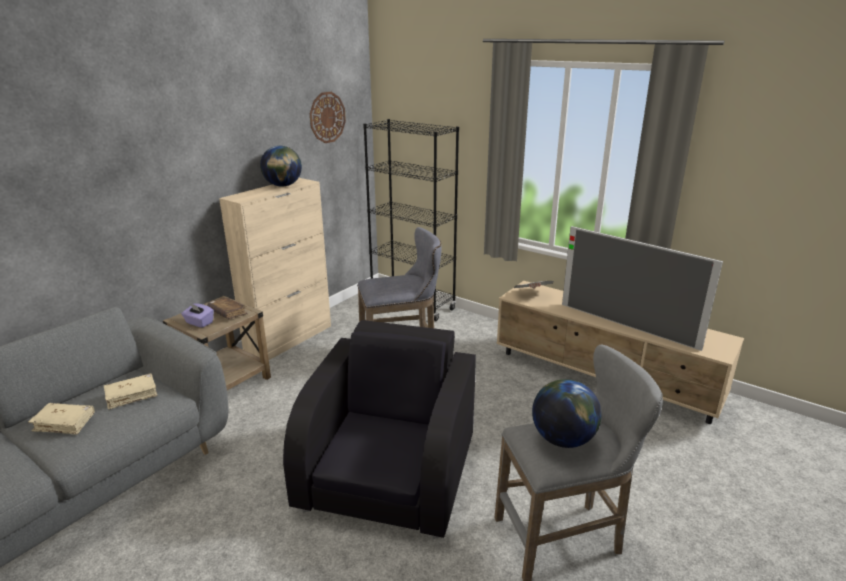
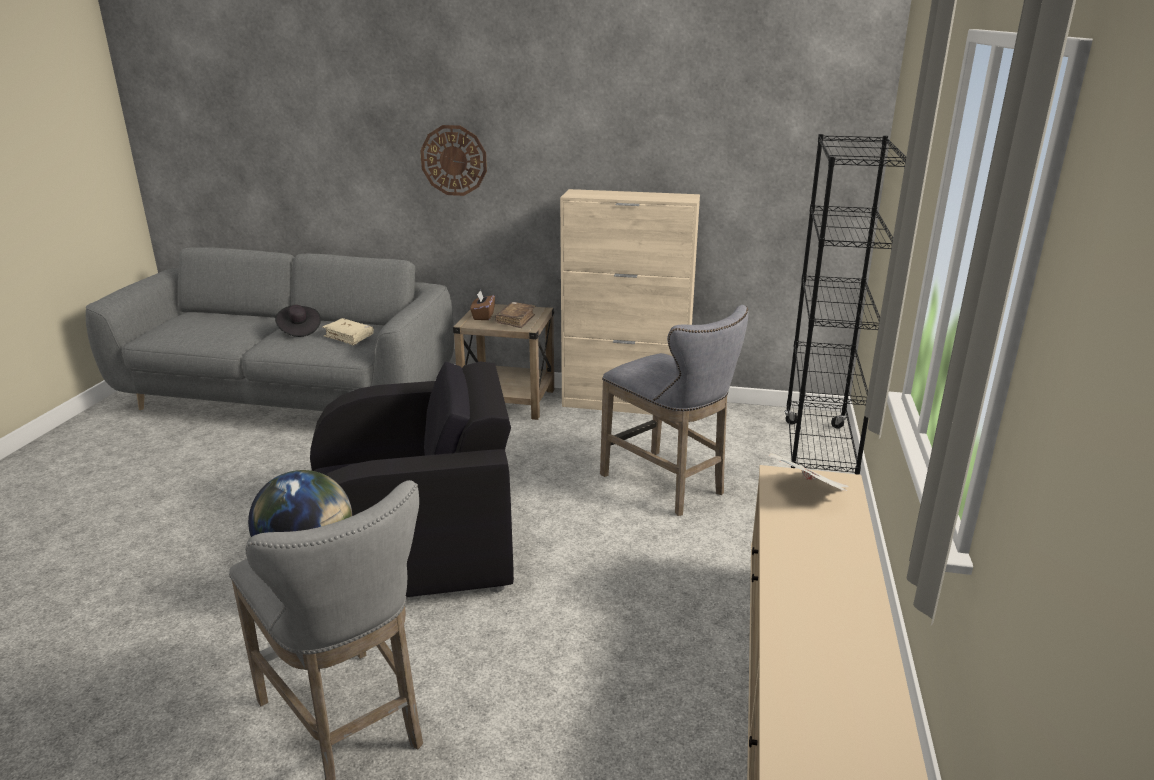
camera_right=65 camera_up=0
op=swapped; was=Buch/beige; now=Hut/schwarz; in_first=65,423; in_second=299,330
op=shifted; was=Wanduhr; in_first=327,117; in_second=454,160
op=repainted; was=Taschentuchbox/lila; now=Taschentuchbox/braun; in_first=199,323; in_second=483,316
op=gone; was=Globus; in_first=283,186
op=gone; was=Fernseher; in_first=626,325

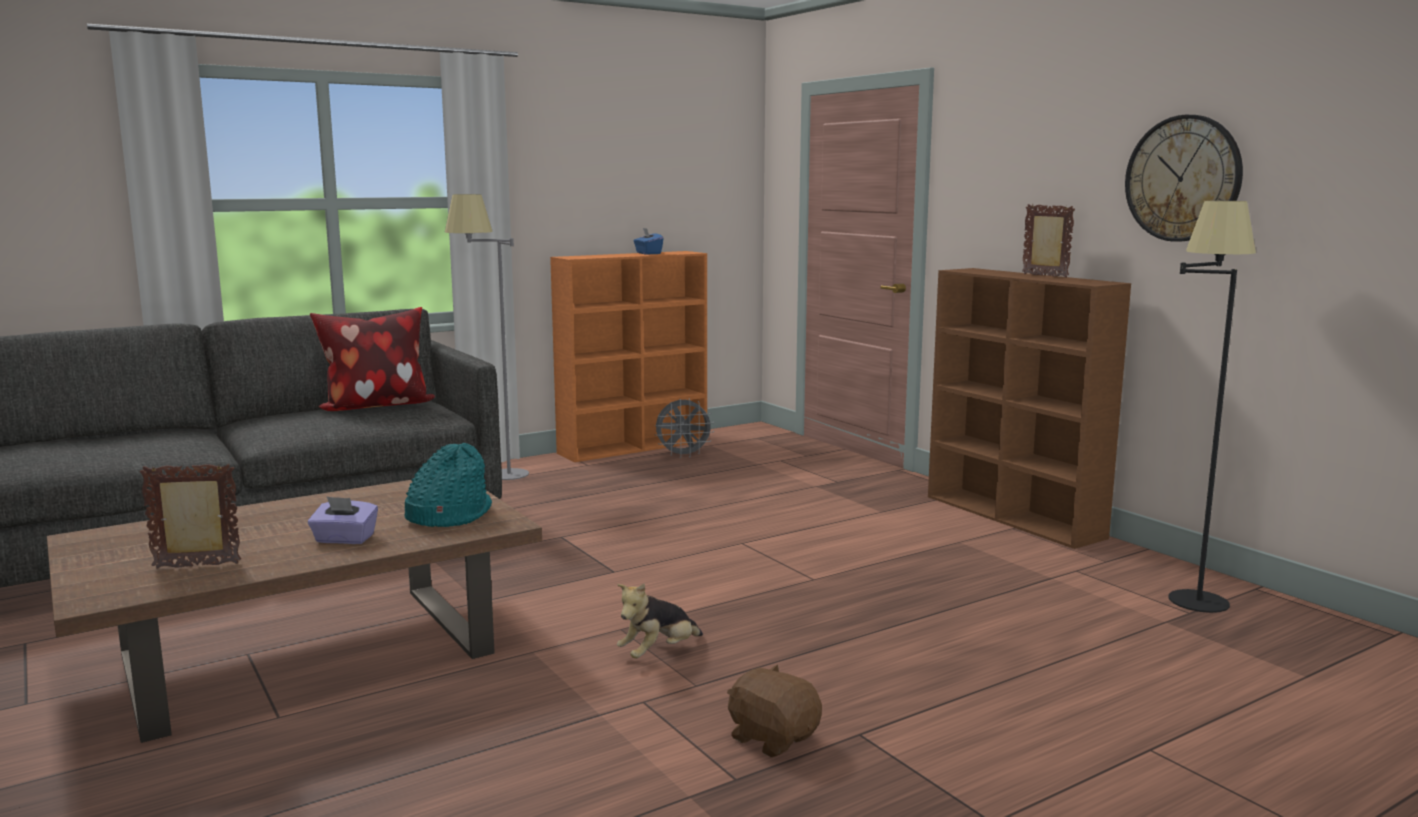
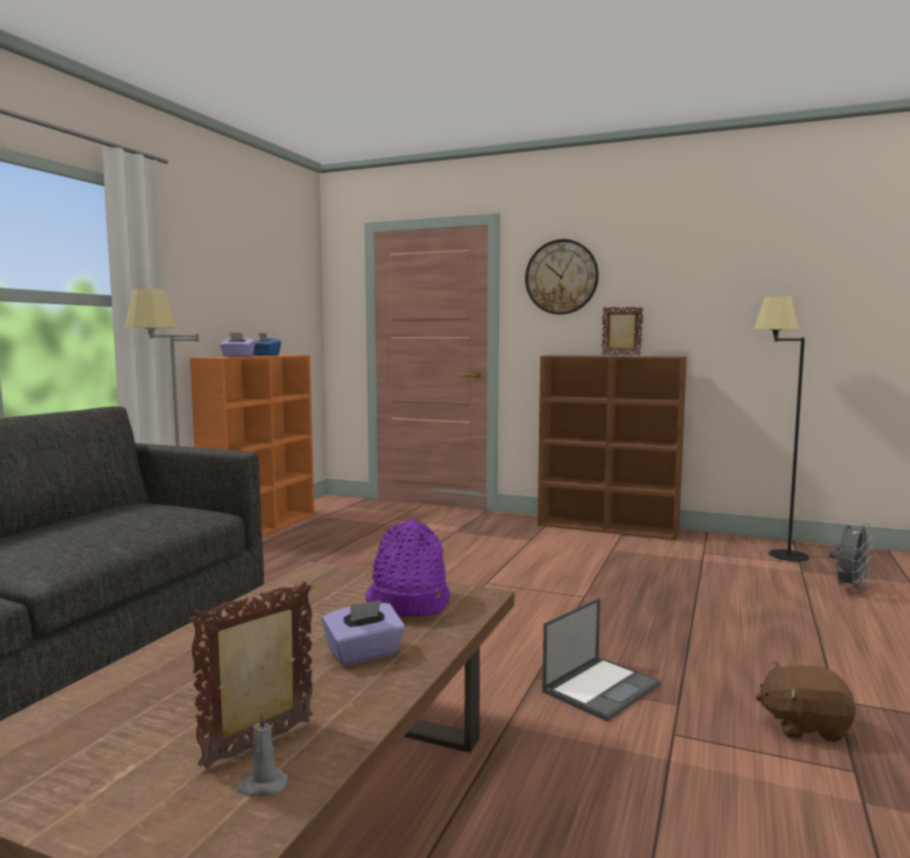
camera_right=-35 camera_up=-5
op=new; now=Taschentuchbox/lila; in_second=237,356
op=new; now=Kerze/grau; in_second=262,786
op=repainted; was=Hut/türkis; now=Hut/lila; in_first=448,515; in_second=407,602
op=shifted; was=Wanduhr; in_first=1183,178; in_second=561,277
op=swapped; was=Plüschtier; now=Laptop; in_first=658,653; in_second=601,687
op=shifted; was=Ventilator/grau; in_first=683,456; in_second=849,589
op=gone; was=Kissen; in_first=375,406

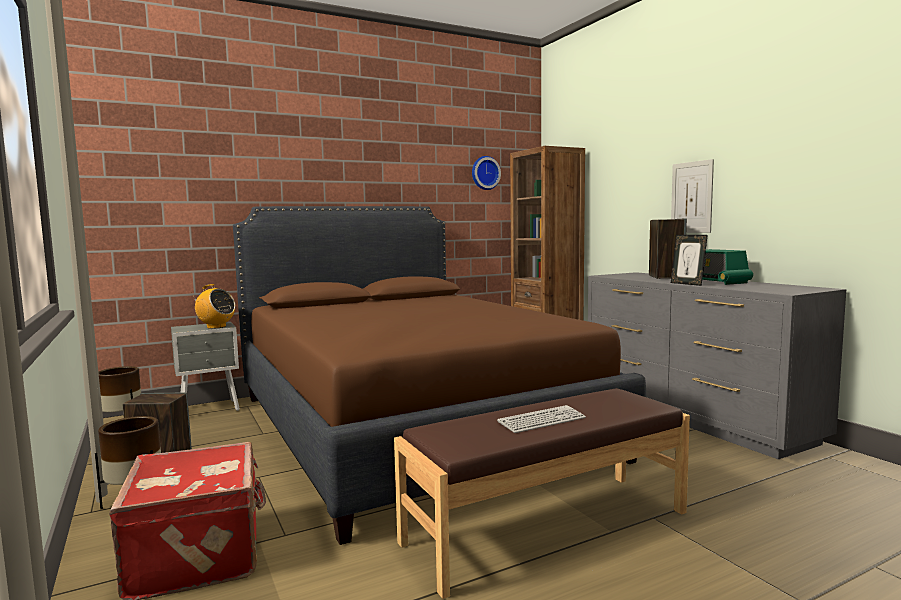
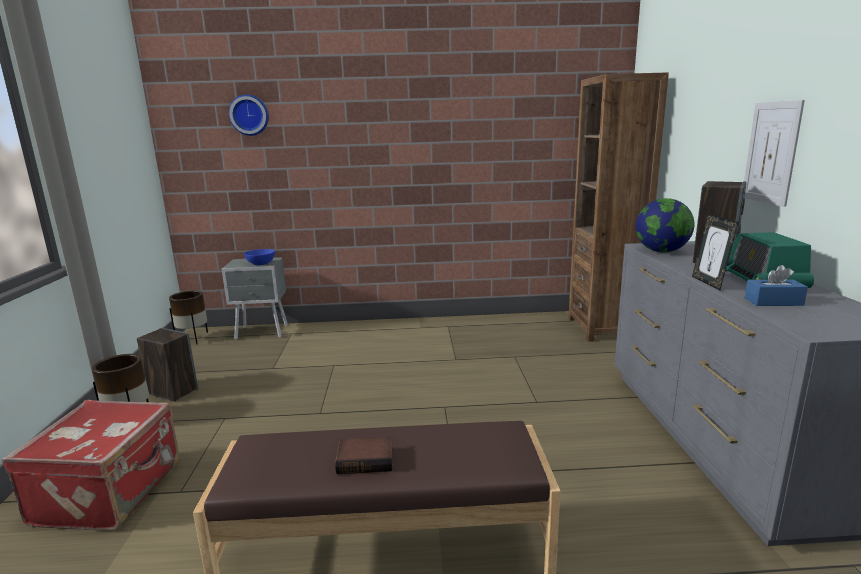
camera_right=25 camera_up=10
op=shifted; was=Wanduhr; in_first=484,173; in_second=249,115
op=swapped; was=Radio; now=Schüssel/blau; in_first=216,327; in_second=261,264
op=swapped; was=Tastatur; now=Buch; in_first=542,421; in_second=366,459
op=new; now=Globus; in_second=661,251
op=new; now=Taschentuchbox/blau; in_second=773,302
op=gone; was=Bett/braun; in_first=409,425

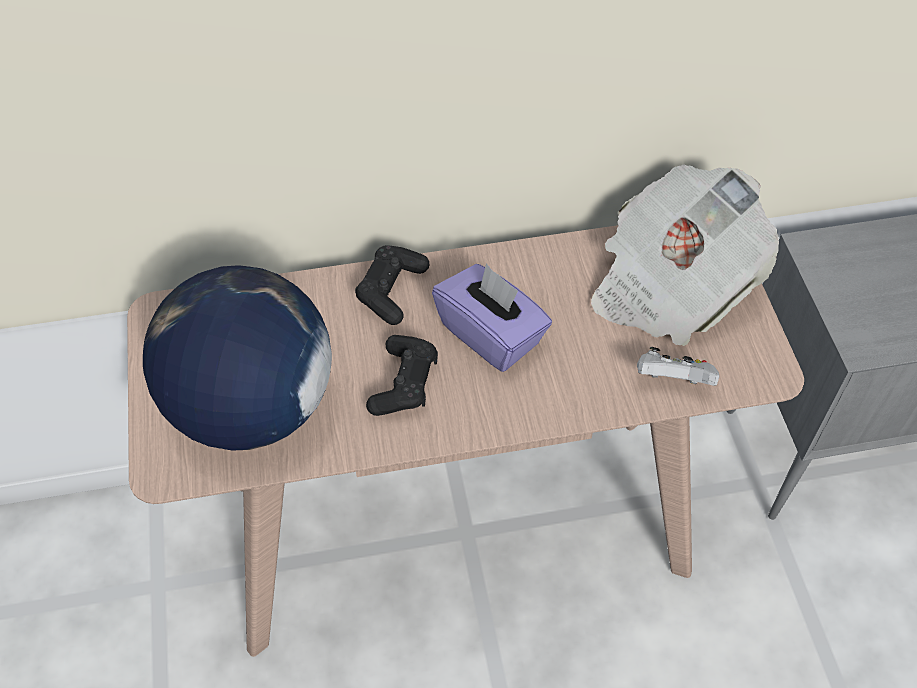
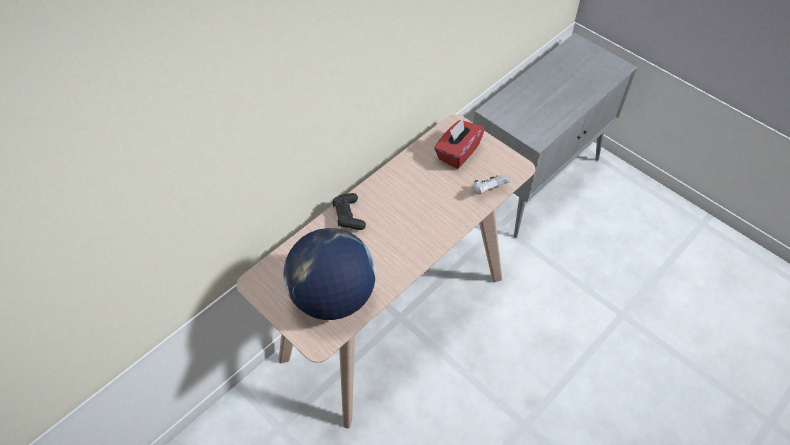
camera_right=-35 camera_up=0
op=swapped; was=Zeitung; now=Taschentuchbox/rot; in_first=671,284; in_second=457,152
op=gone; was=Gamepad/schwarz; in_first=404,383
op=gone; was=Taschentuchbox/lila; in_first=491,334

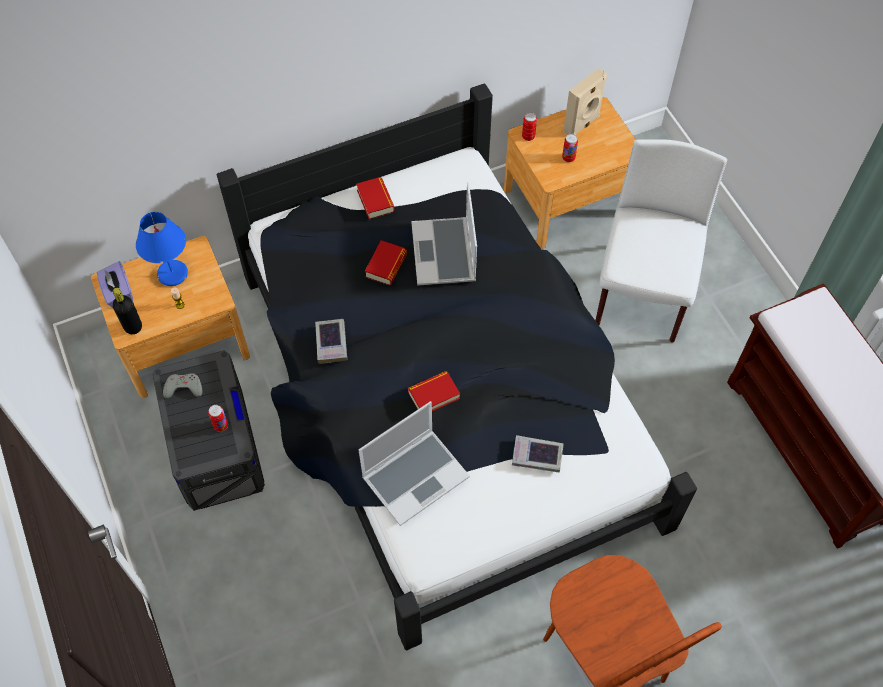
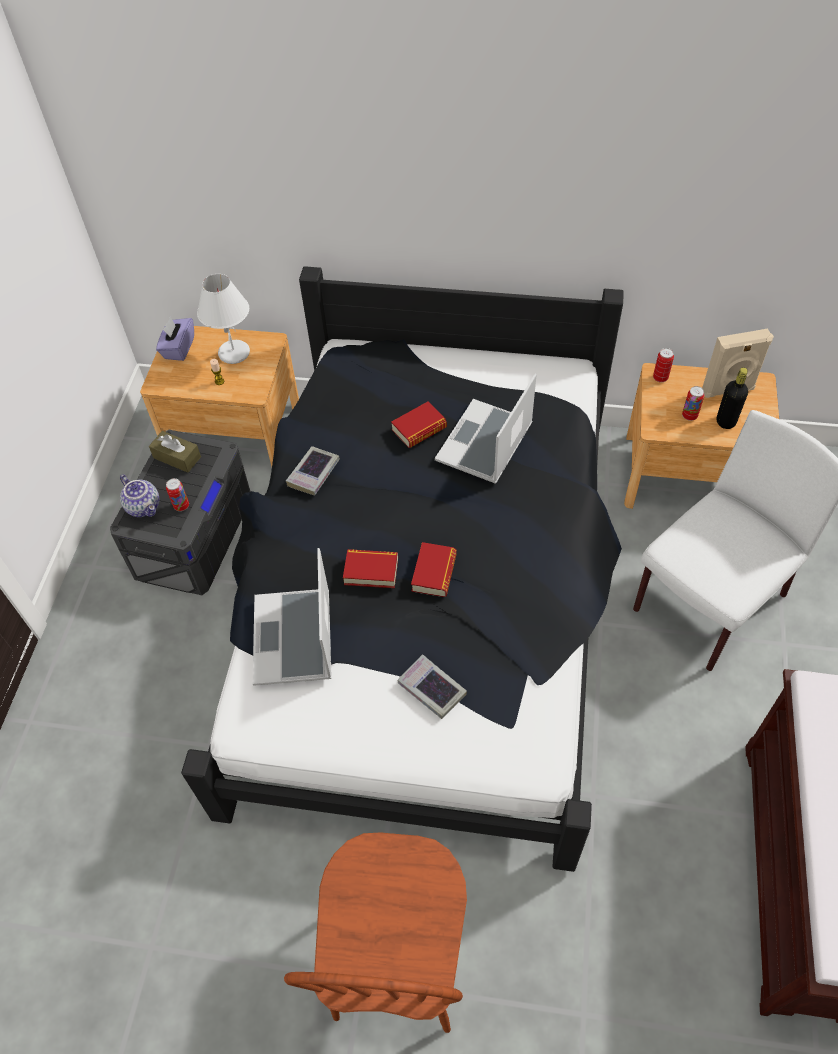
camera_right=35 camera_up=-5
op=new; now=Teekanne; in_second=144,506
op=swapped; was=Gamepad/grau; now=Taschentuchbox/braun; in_first=183,388; in_second=177,457
op=repainted; was=Tischlampe/blau; now=Tischlampe/weiß; in_first=172,274; in_second=234,353
op=rotated; was=Laptop; in_first=415,476; in_second=295,639; clockwise=90
op=shifted; was=Buch; in_first=375,201; in_second=434,573
op=shifted; was=Flasche/schwarz; in_first=133,326; in_second=725,421

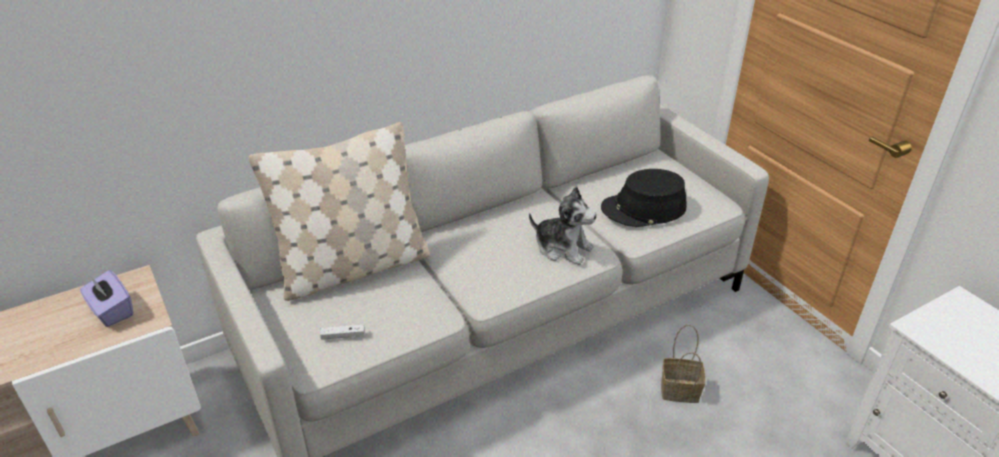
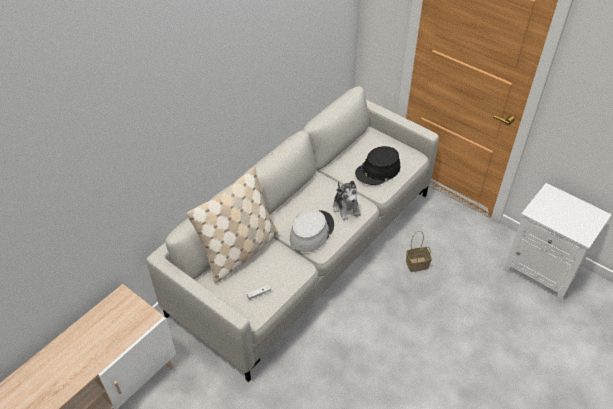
camera_right=-20 camera_up=10
op=new; now=Hut/grau; in_second=311,231
op=rotated; was=Plüschtier; in_first=563,248; in_second=346,208; clockwise=60
op=gone; was=Taschentuchbox/lila; in_first=111,311

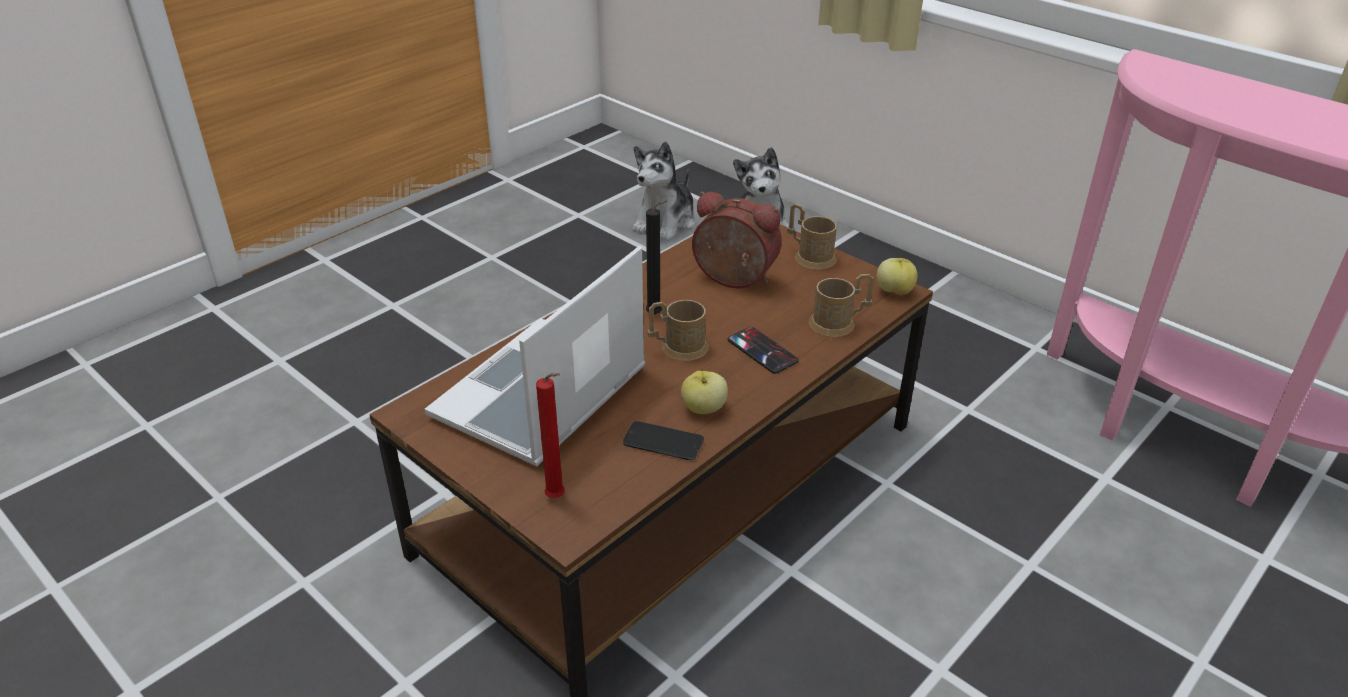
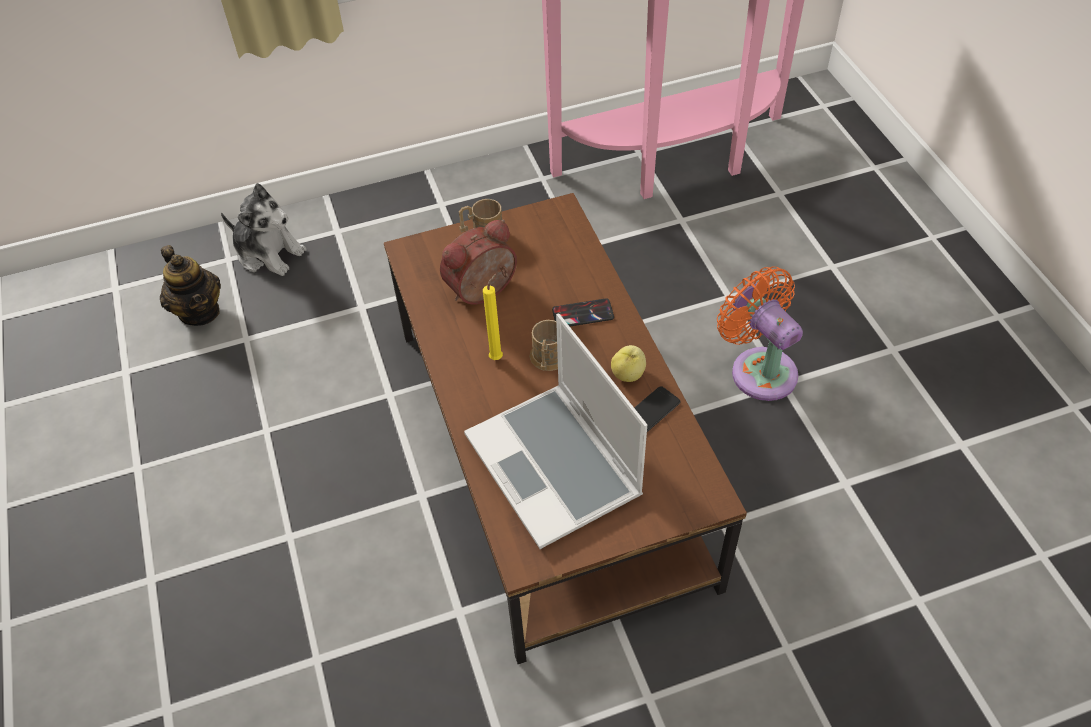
camera_right=-60 camera_up=15
op=swapped; was=Plüschtier; now=Teekanne; in_first=666,222; in_second=199,311
op=repainted; was=Kerze/schwarz; now=Kerze/gelb; in_first=656,315; in_second=497,357
op=new; now=Ventilator/orange; in_second=759,369
op=gone; was=Kerze/rot; in_first=558,498
op=gone; was=Henkelbecher/braun; in_first=838,323
op=gone; was=Apfel; in_first=894,291

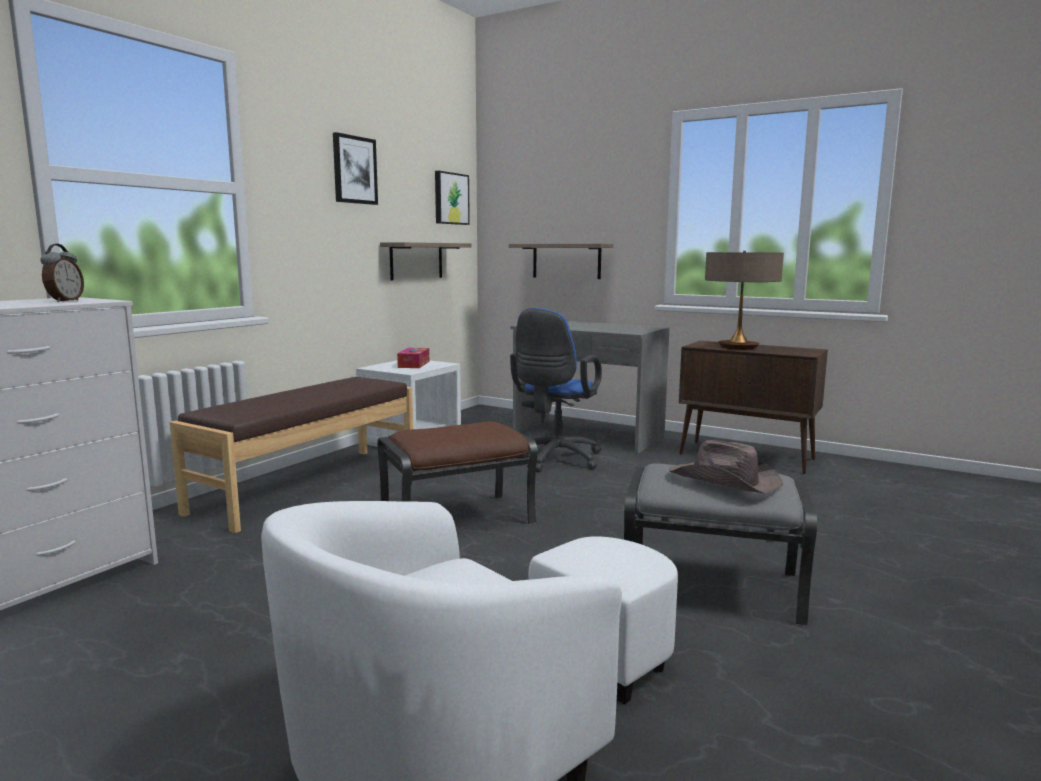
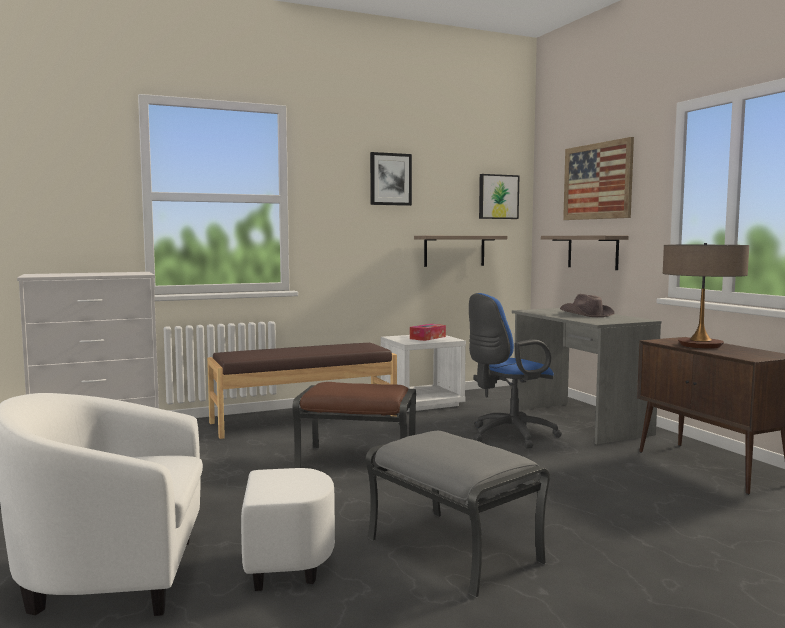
camera_right=35 camera_up=-5
op=shifted; was=Hut/braun; in_first=725,480; in_second=586,315
op=new; now=Bild; in_second=597,181
op=gone; was=Wecker; in_first=64,301

